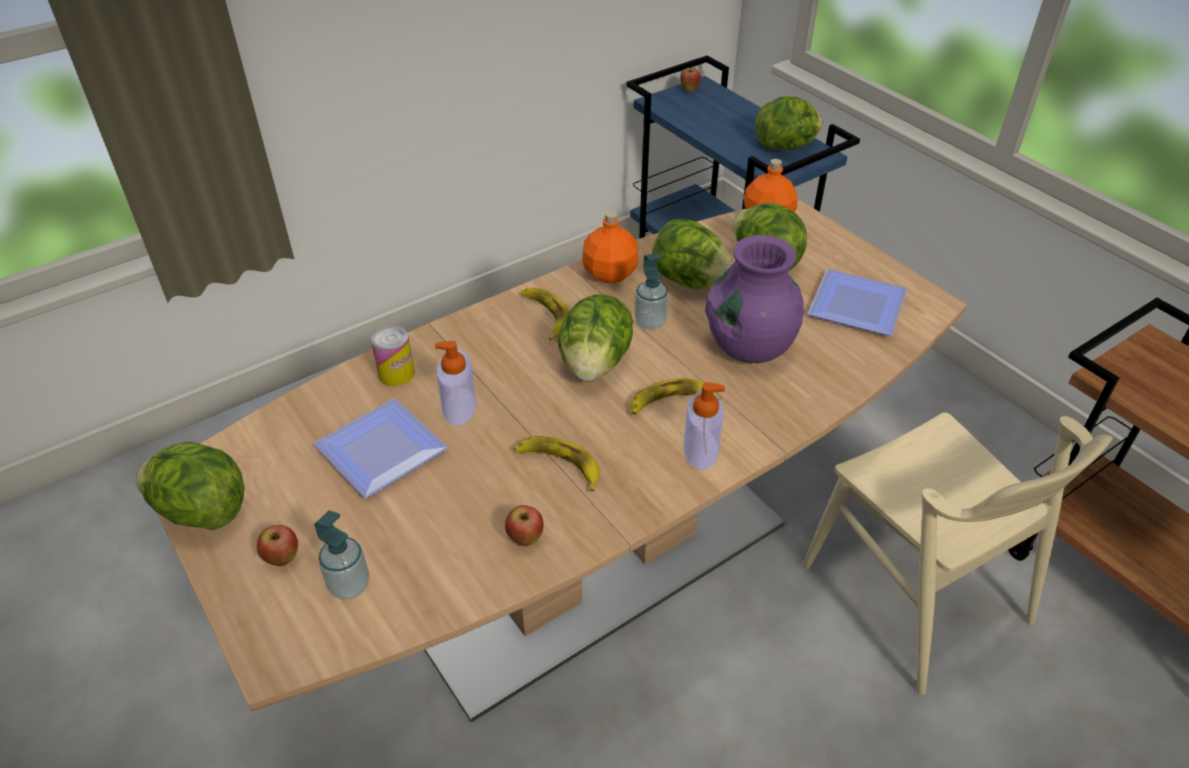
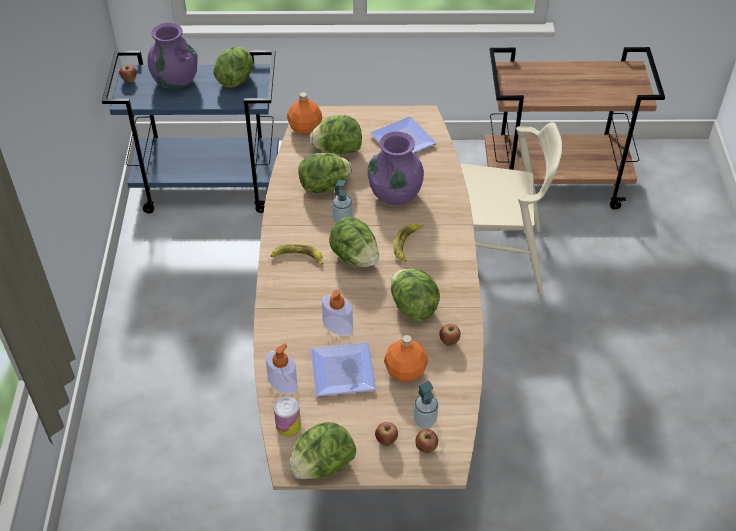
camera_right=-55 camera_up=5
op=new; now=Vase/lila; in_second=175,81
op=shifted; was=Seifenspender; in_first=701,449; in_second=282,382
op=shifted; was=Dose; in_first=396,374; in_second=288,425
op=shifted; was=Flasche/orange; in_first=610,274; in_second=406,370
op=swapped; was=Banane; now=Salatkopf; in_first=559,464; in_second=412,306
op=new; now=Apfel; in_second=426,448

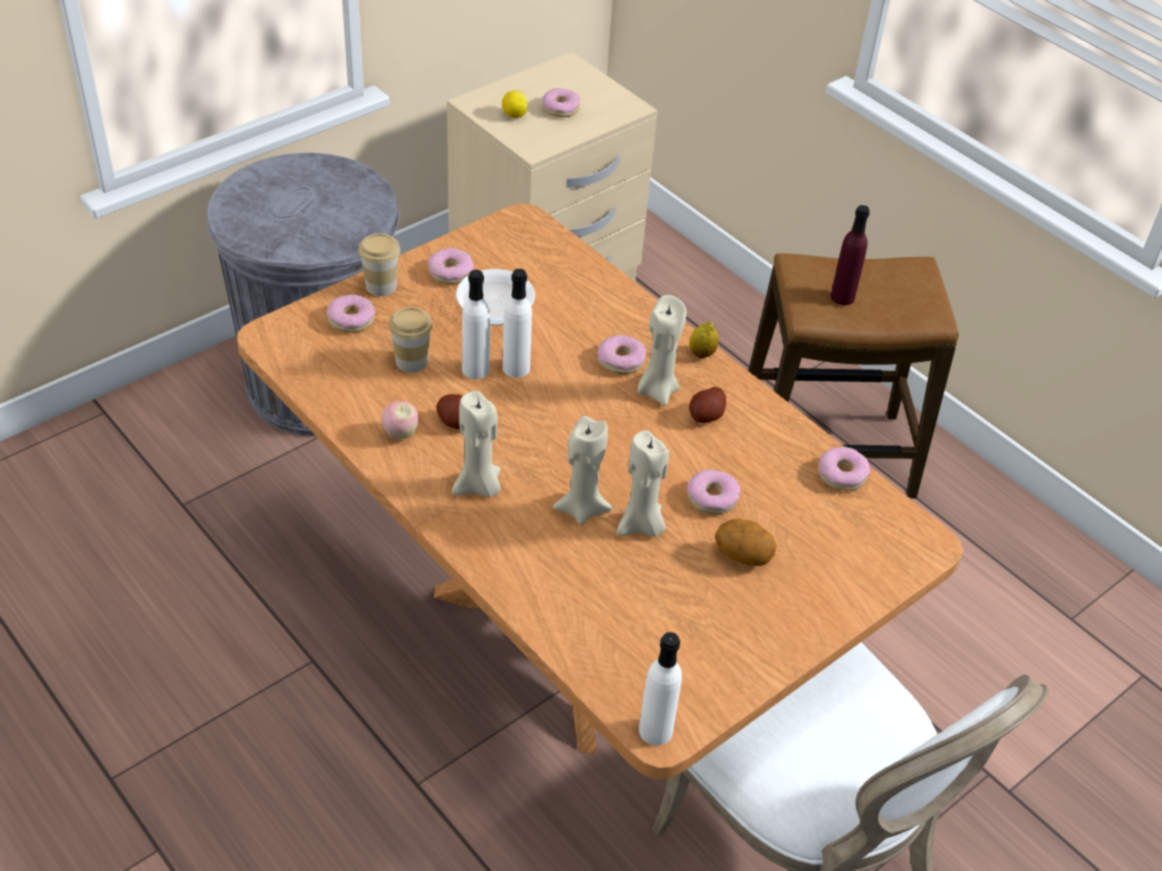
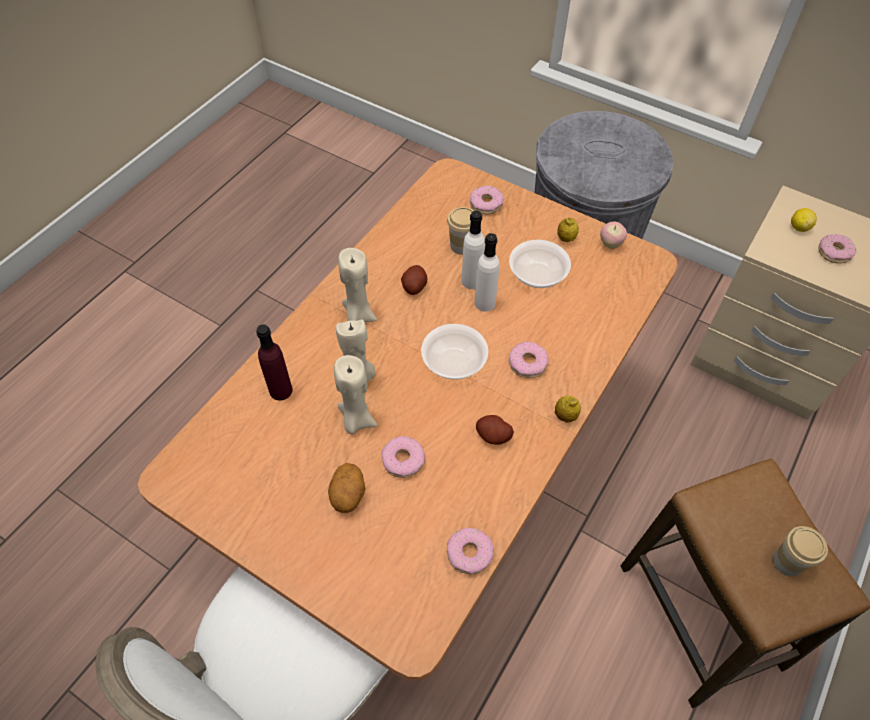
camera_right=75 camera_up=10
op=shifted; was=Flasche/lila; in_first=842,297; in_second=280,390
op=new; now=Schüssel; in_second=454,362
op=swapped; was=Donut; now=Zitrone; in_first=451,272; in_second=566,238
op=shifted; was=Apfel; in_first=401,434; in_second=610,244
op=shifted; was=Tasse; in_first=381,286; in_second=787,562
op=gone; was=Kerze/beige; in_first=657,390
op=gone; was=Flasche/weiß; in_first=655,730

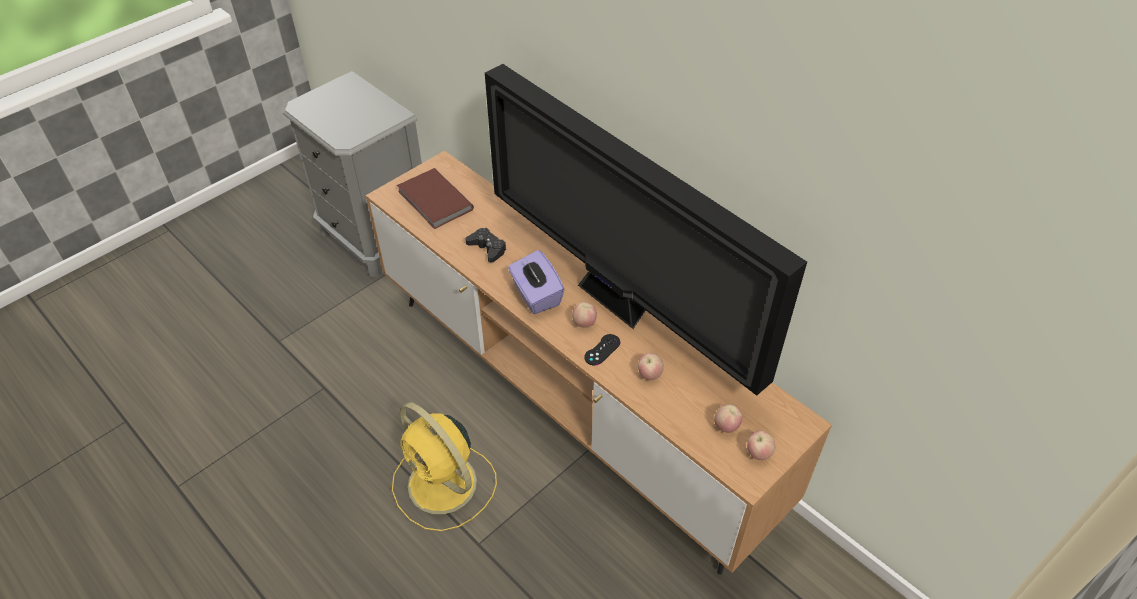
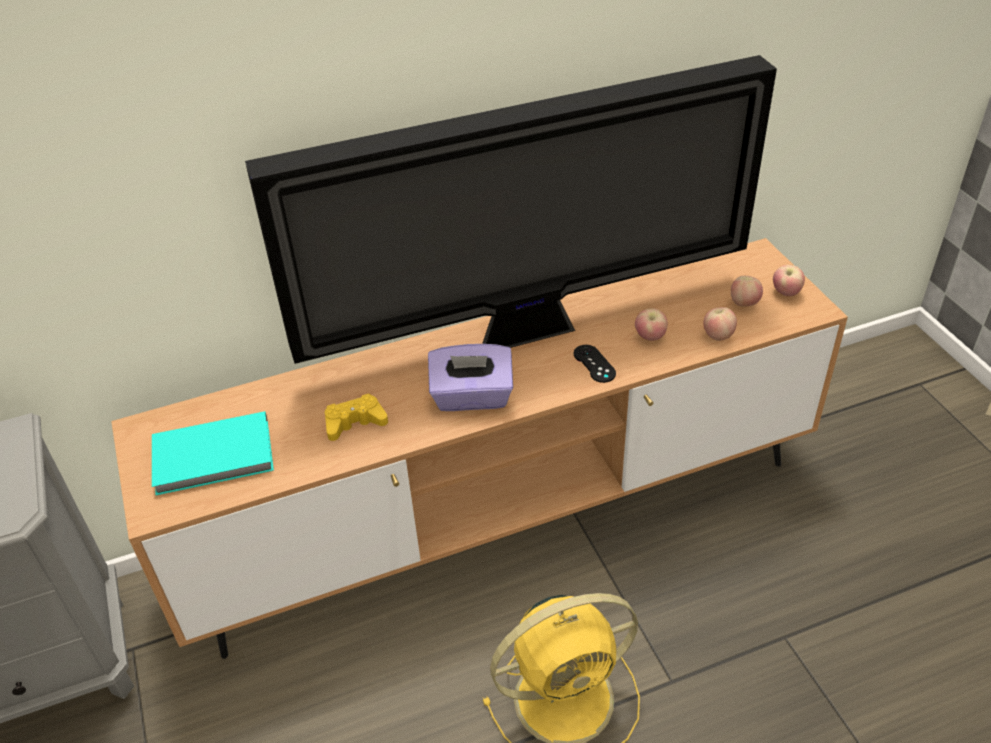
camera_right=-65 camera_up=-5
op=repainted; was=Buch/braun; now=Buch/türkis; in_first=434,201; in_second=215,457
op=repainted; was=Gamepad/schwarz; now=Gamepad/gelb; in_first=487,248; in_second=355,422
op=shifted; was=Apfel; in_first=584,323; in_second=718,336

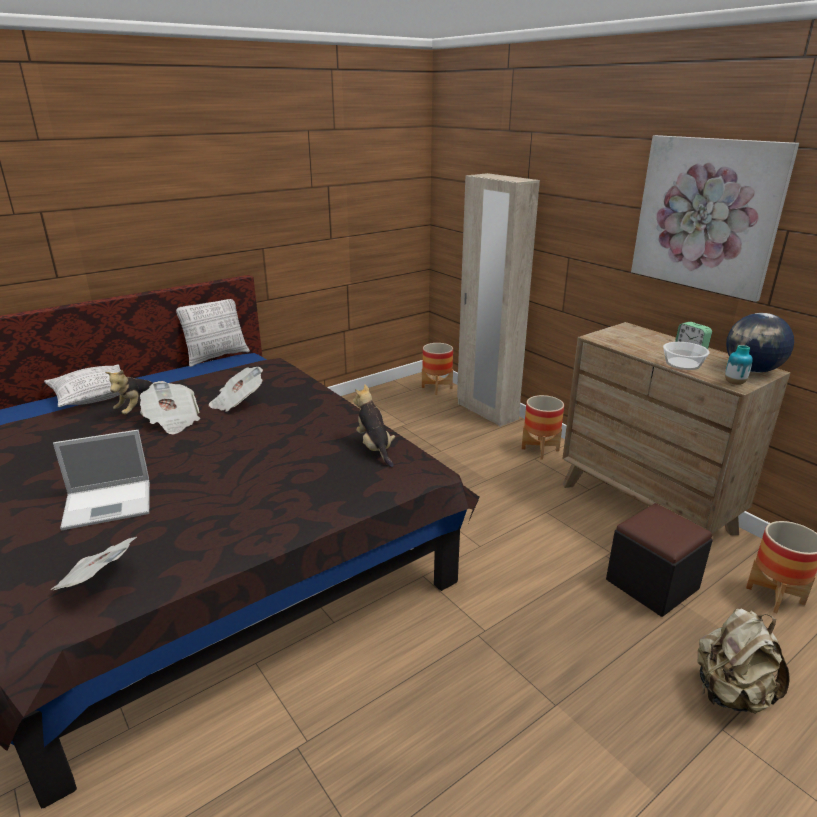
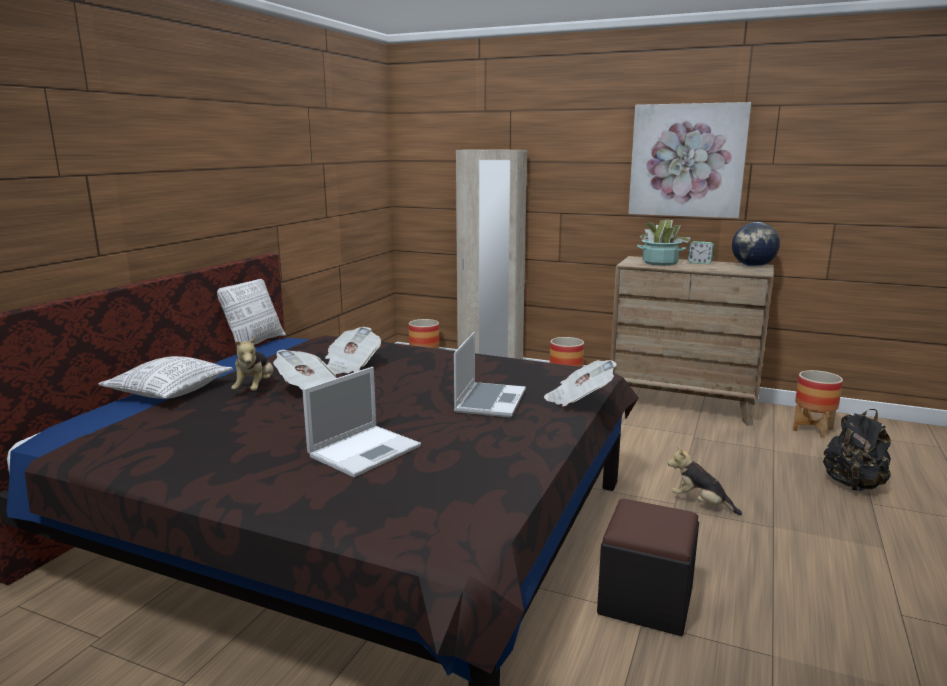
camera_right=-30 camera_up=-10
op=new; now=Laptop; in_second=489,401
op=shifted; was=Zeitung; in_first=99,580; in_second=578,400
op=shifted; was=Polsterhocker/schwarz; in_first=652,584; in_second=645,600
op=new; now=Topfpflanze; in_second=660,263
op=shifted; was=Plüschtier; in_first=375,448; in_second=700,503
op=repainted; was=Rucksack/beige; now=Rucksack/schwarz; in_first=730,693; in_second=853,485
op=gone; was=Schüssel; in_first=682,363
op=gone; was=Vase; in_first=734,383

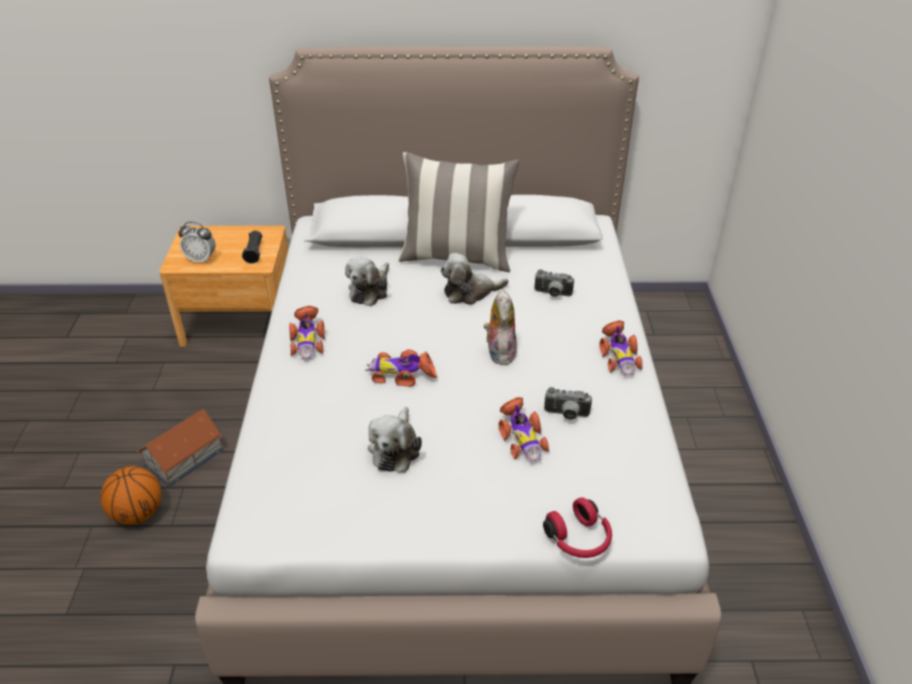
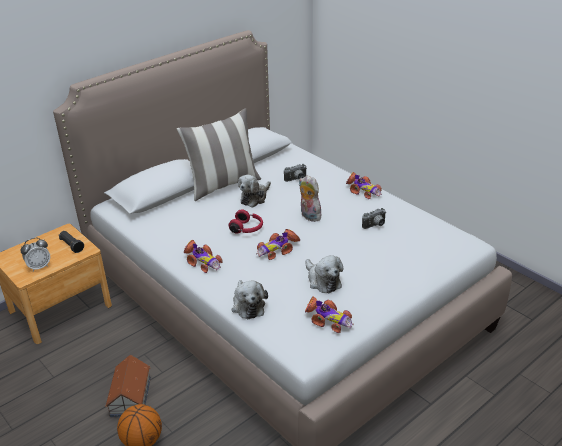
camera_right=-40 camera_up=-5
op=shifted; was=Kopfhörer/rot; in_first=579,539; in_second=247,229
op=shifted; was=Plüschtier; in_first=370,290; in_second=248,305
op=shifted; was=Spielzeugauto; in_first=521,437; in_second=328,319

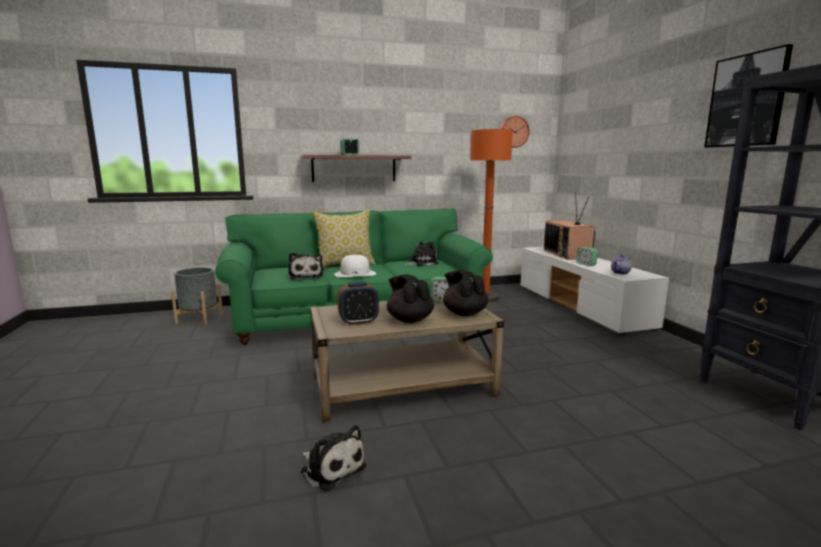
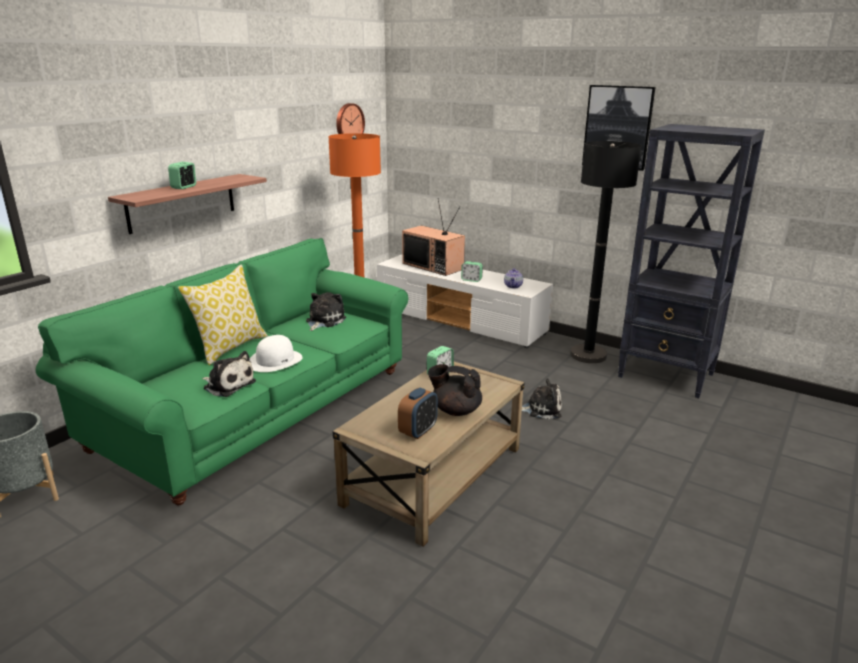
camera_right=-40 camera_up=10
op=shifted; was=Plüschtier; in_first=331,468; in_second=541,409
op=new; now=Stehlampe/schwarz; in_second=588,355
op=gone; was=Teekanne/schwarz; in_first=464,313

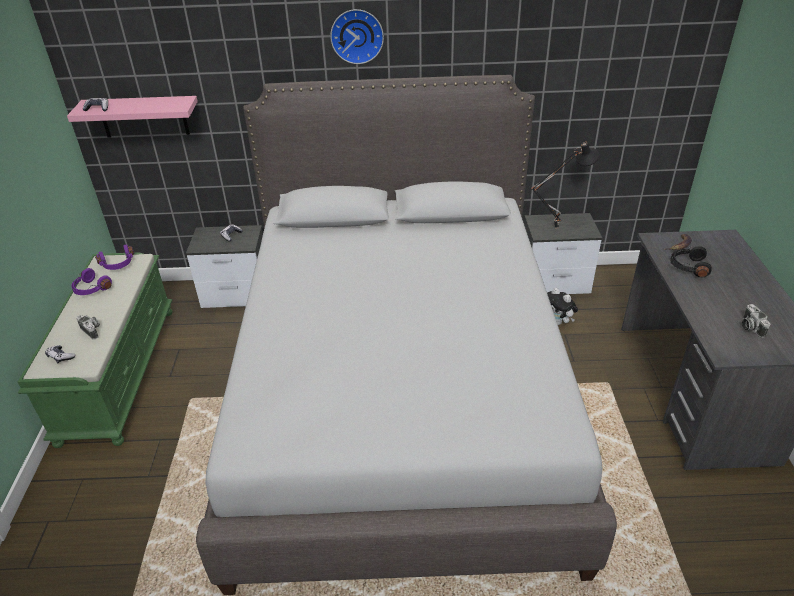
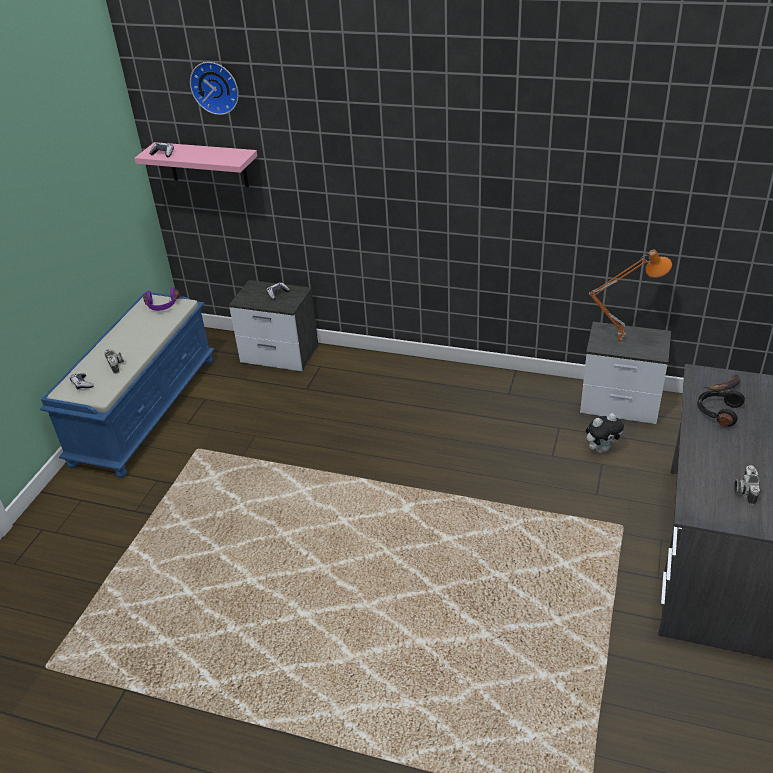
camera_right=20 camera_up=0
op=repainted; was=Bank/grün; now=Bank/blau; in_first=118,371; in_second=145,409
op=shifted; was=Wanduhr; in_first=357,35; in_second=216,87
op=rotated; was=Plüschtier; in_first=558,322; in_second=601,449; clockwise=-90
op=repainted; was=Tischlampe/schwarz; now=Tischlampe/orange; in_first=555,227; in_second=620,341
op=gone; was=Kopfhörer/lila; in_first=91,289
op=gone; was=Bett/grau; in_first=400,396

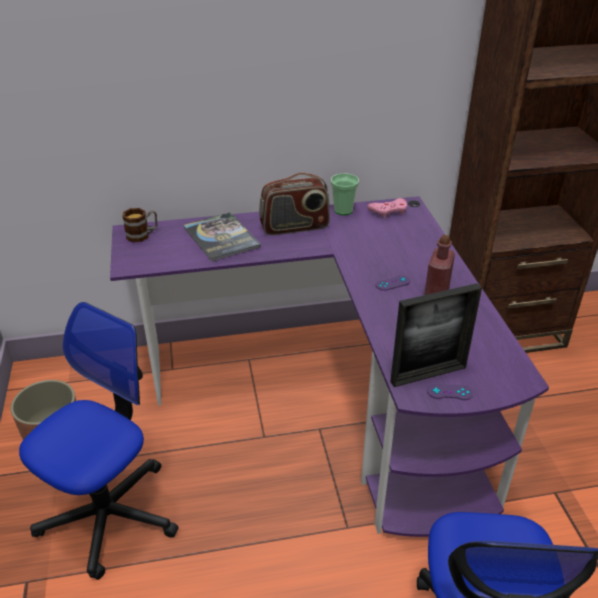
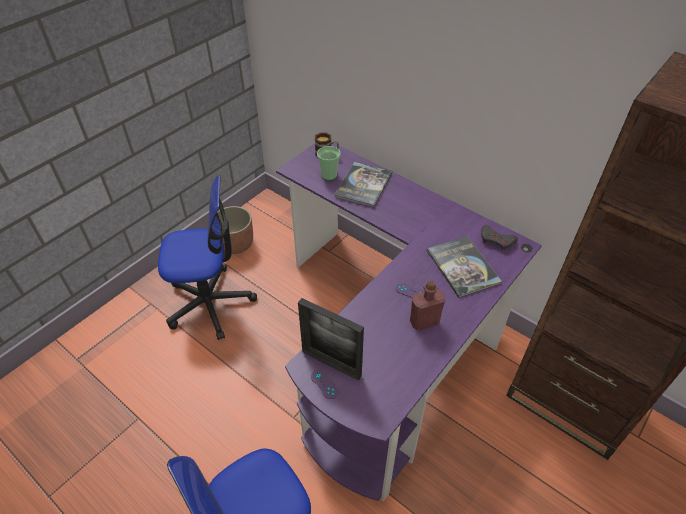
camera_right=50 camera_up=10
op=shifted; was=Tasse; in_first=343,210; in_second=329,175
op=new; now=Buch; in_second=462,267
op=repainted; was=Gamepad/rosa; now=Gamepad/grau; in_first=389,211; in_second=496,240
op=gone; was=Radio; in_first=294,227

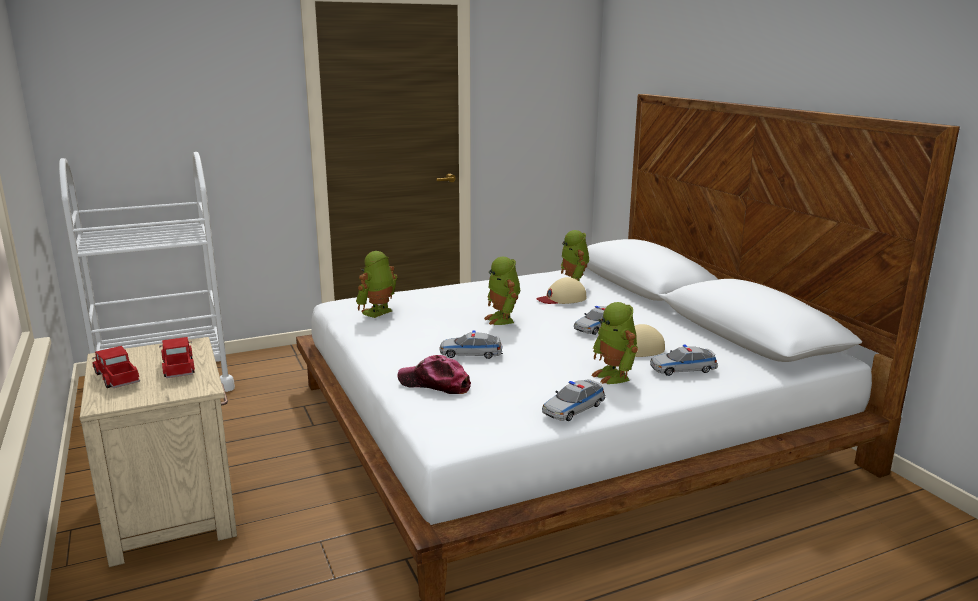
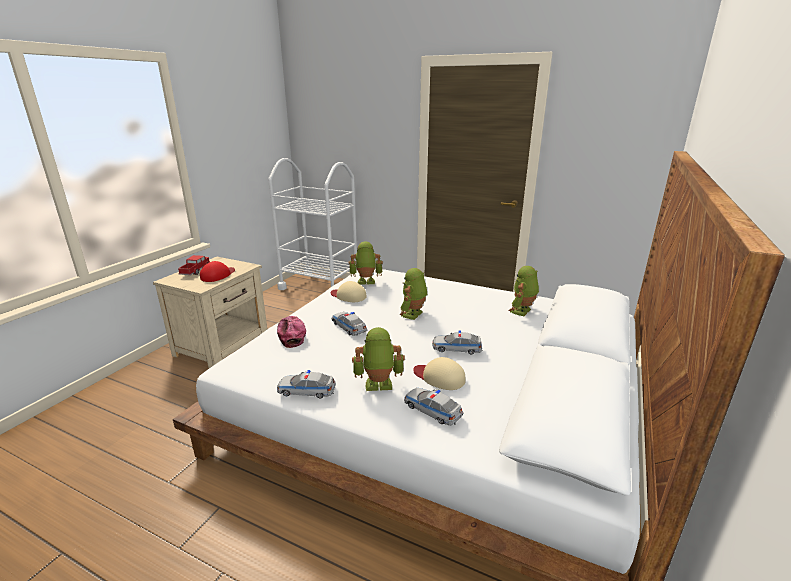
camera_right=50 camera_up=5
op=swapped; was=Spielzeuglaster; now=Kappe/rot; in_first=178,368; in_second=218,275
op=shifted; was=Kappe/beige; in_first=562,298; in_second=348,296
op=rotated; was=Spielzeugroboter; in_first=614,376; in_second=378,386; clockwise=60

